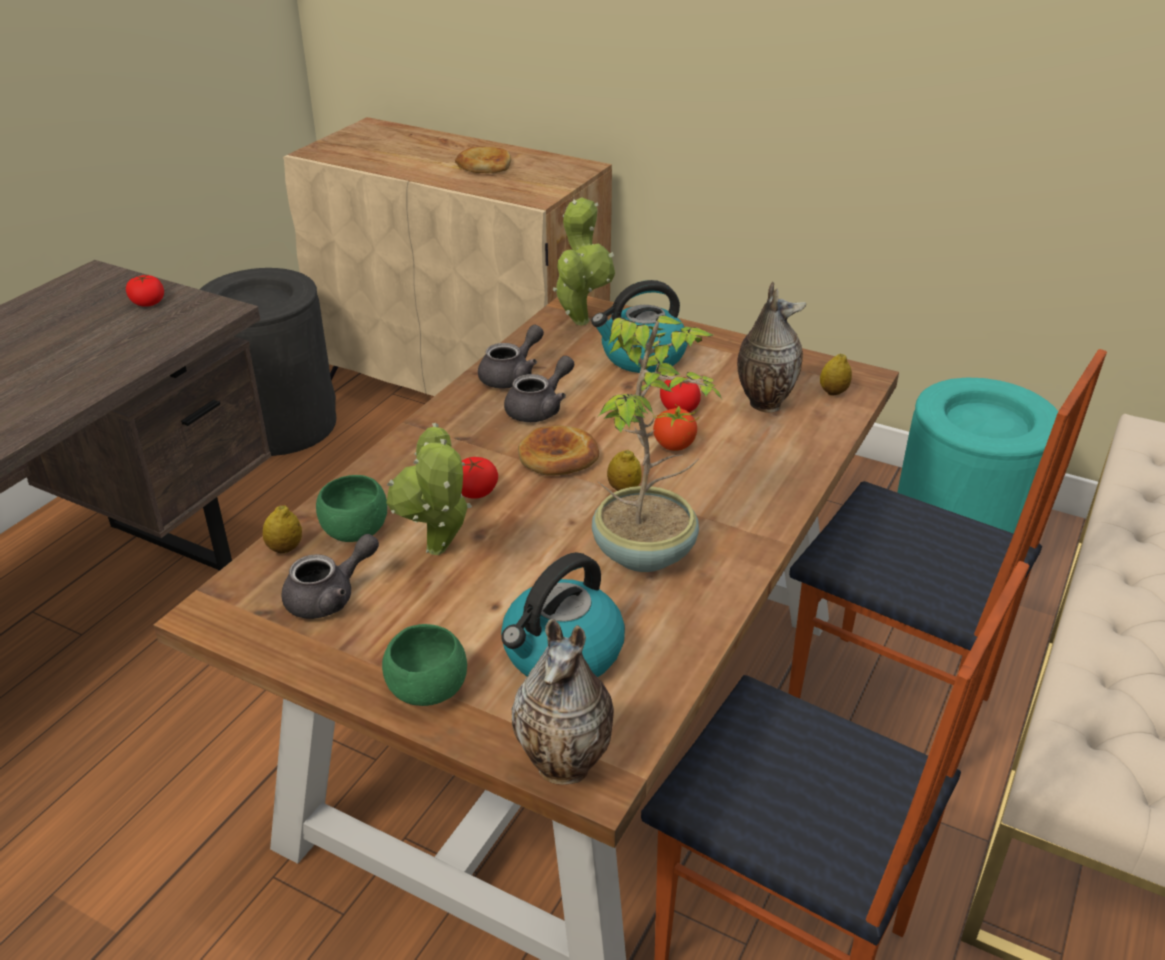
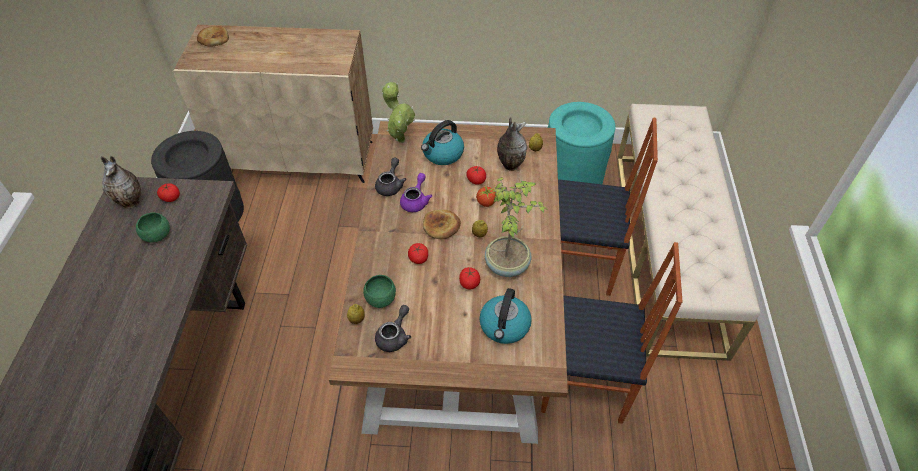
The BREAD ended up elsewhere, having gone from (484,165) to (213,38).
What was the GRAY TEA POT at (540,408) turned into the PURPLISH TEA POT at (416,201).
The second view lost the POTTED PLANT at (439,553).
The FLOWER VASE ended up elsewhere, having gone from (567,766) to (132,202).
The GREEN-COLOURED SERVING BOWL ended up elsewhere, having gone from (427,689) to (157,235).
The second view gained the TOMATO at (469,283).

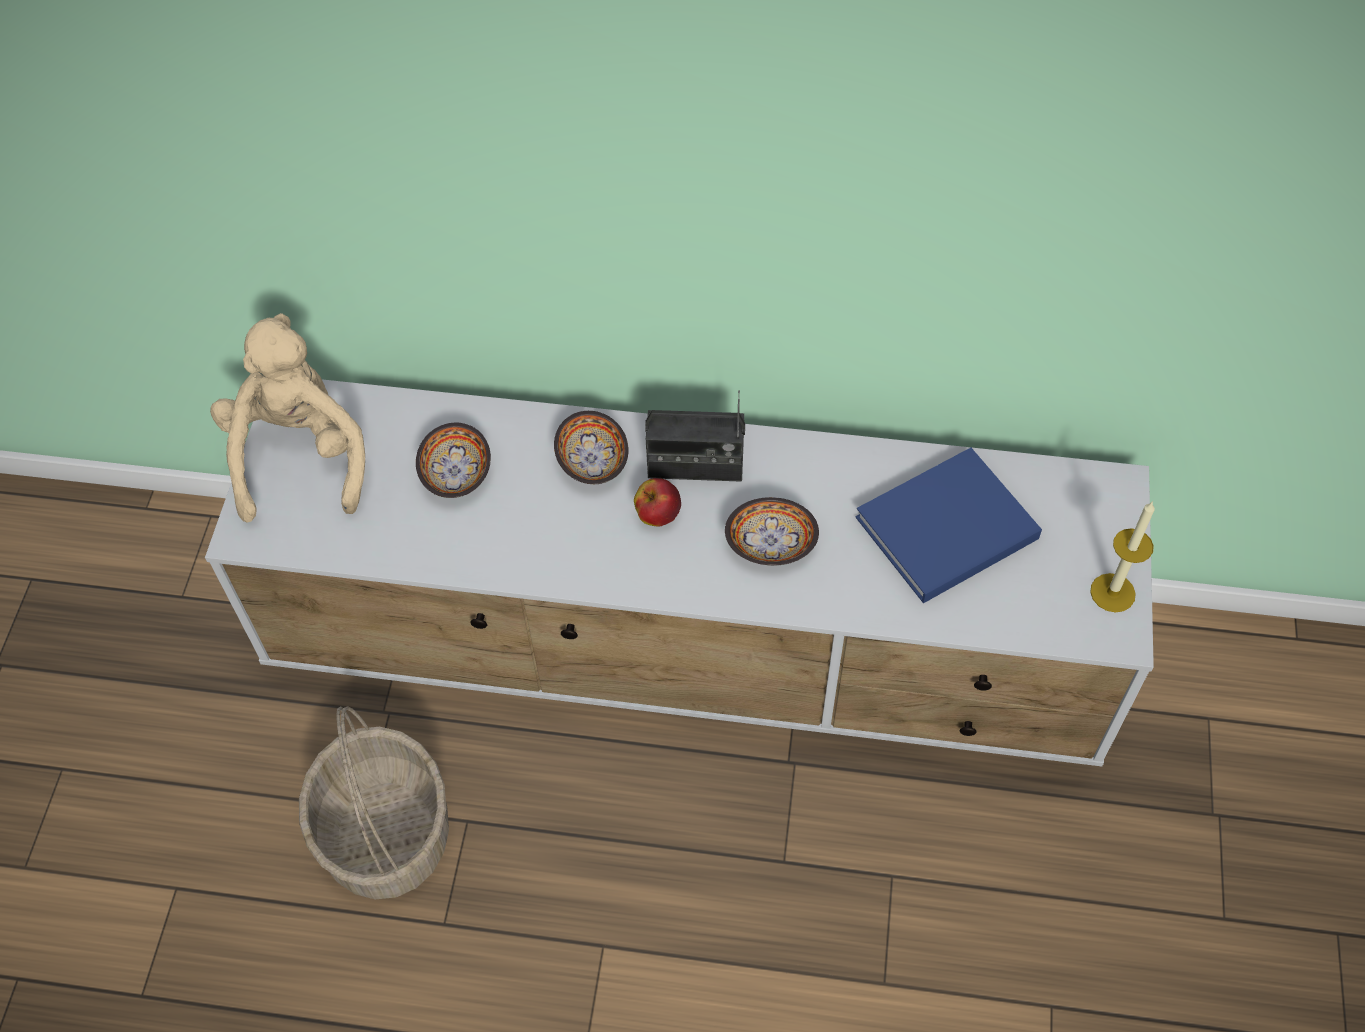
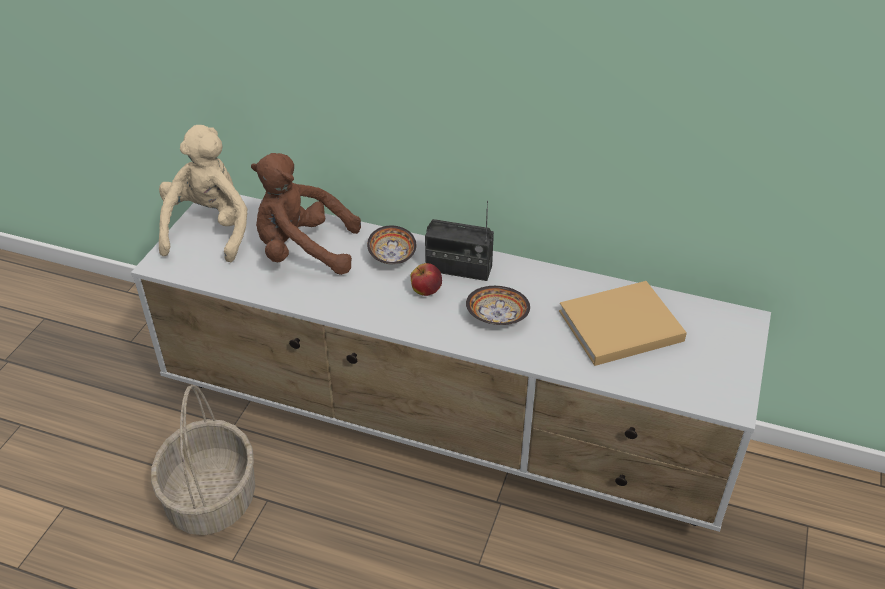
Where the SERVING BOWL stood at (456,473), the BROWNISH SOFT TOY came to stand at (303,251).
What was the BLUE-COLOURED BOUND BOOK at (942,530) turned into the SAND-COLOURED BOUND BOOK at (617,326).
The second view lost the CANDLE at (1112,592).

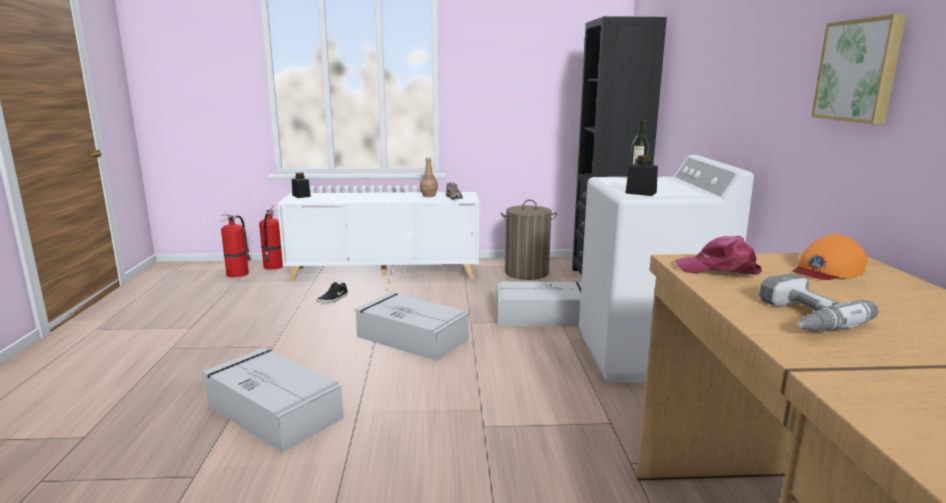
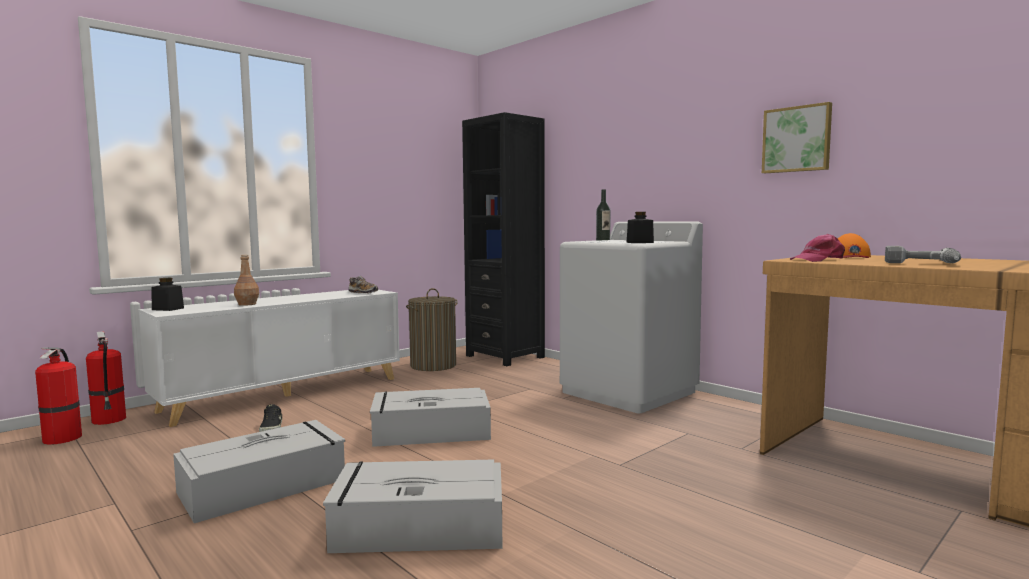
The BROWNISH BEVERAGE BOTTLE ended up elsewhere, having gone from (429,195) to (247,304).
The GRAY STORAGE CONTAINER ended up elsewhere, having gone from (543,316) to (265,485).

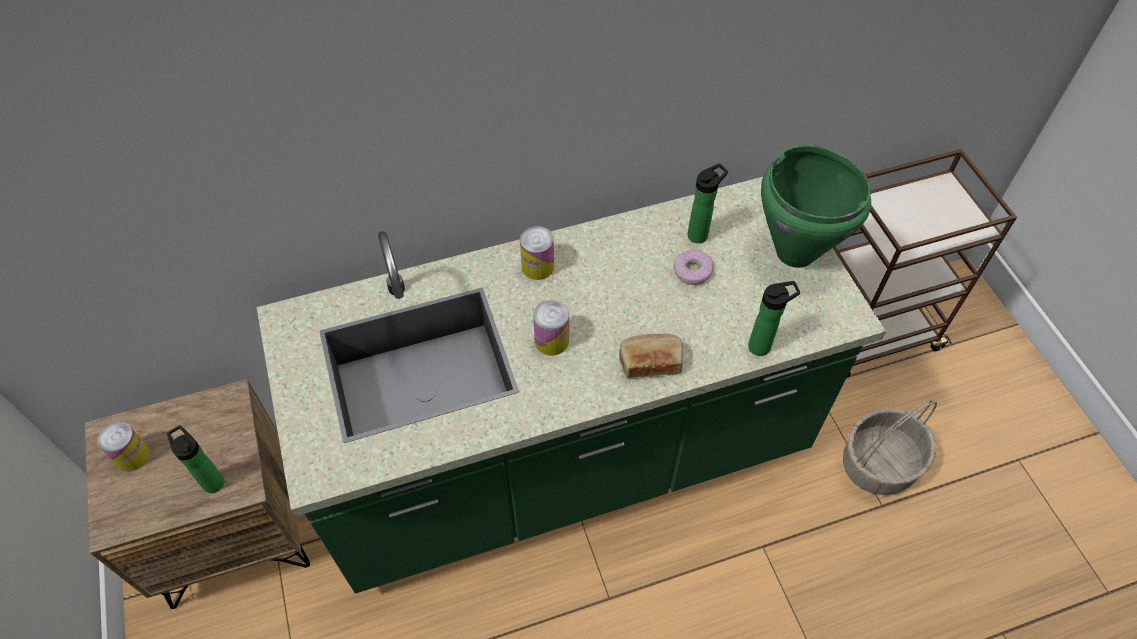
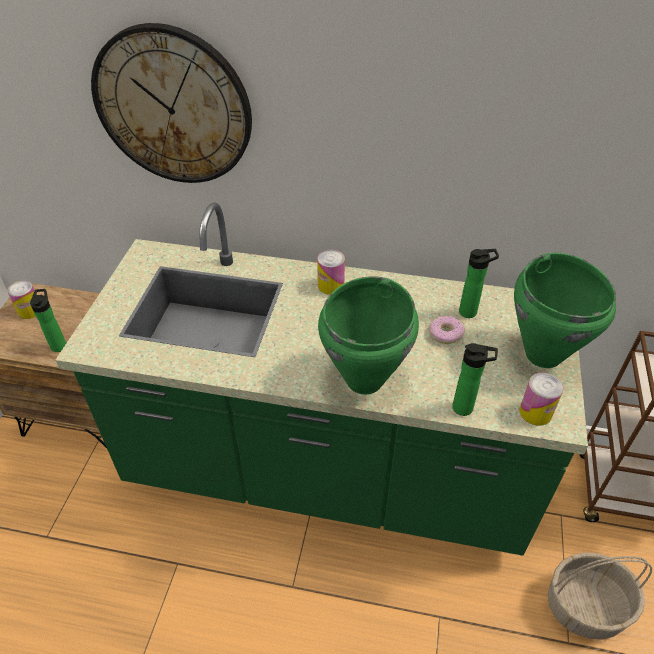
The SEALED CAN ended up elsewhere, having gone from (551,340) to (535,412).
Where the BREAD stood at (650,362), the GREEN-COLOURED SAUCEPOT came to stand at (365,380).
The second view gained the WALL CLOCK at (173,107).

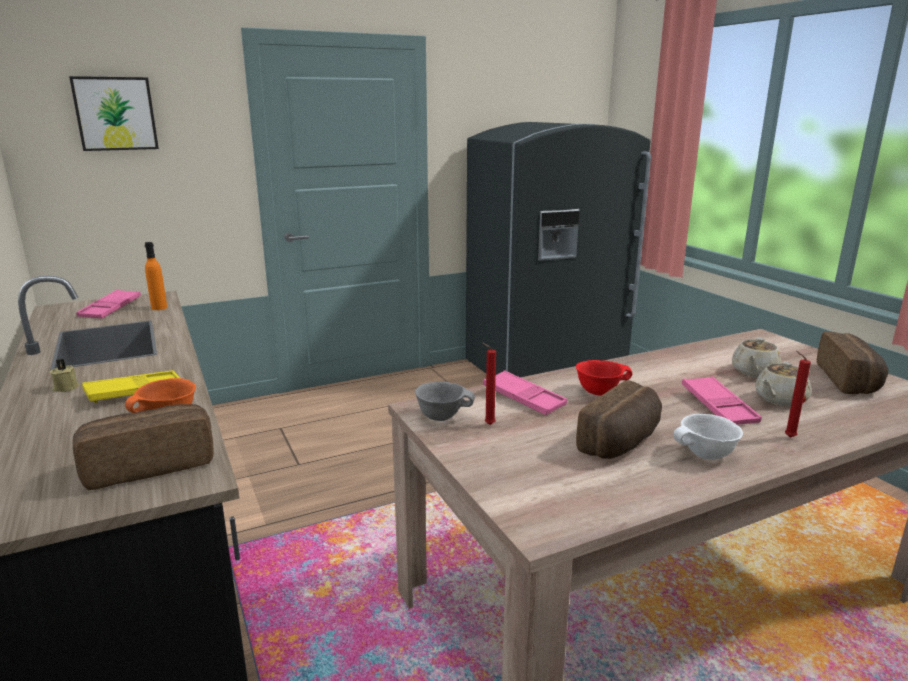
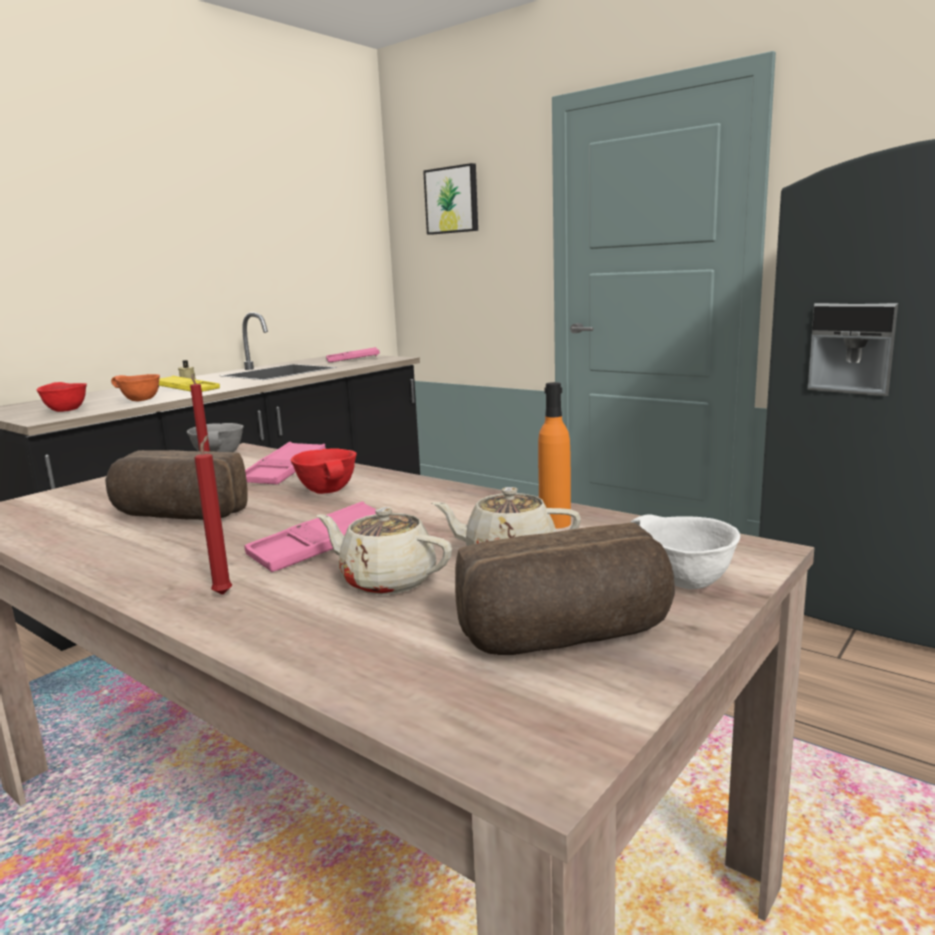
The ORANGE-COLOURED BEVERAGE BOTTLE ended up elsewhere, having gone from (159,308) to (555,523).
Where the BREAD stood at (150,465), the REDDISH SERVING BOWL came to stand at (65,411).
The WHITISH SERVING BOWL ended up elsewhere, having gone from (705,455) to (683,582).

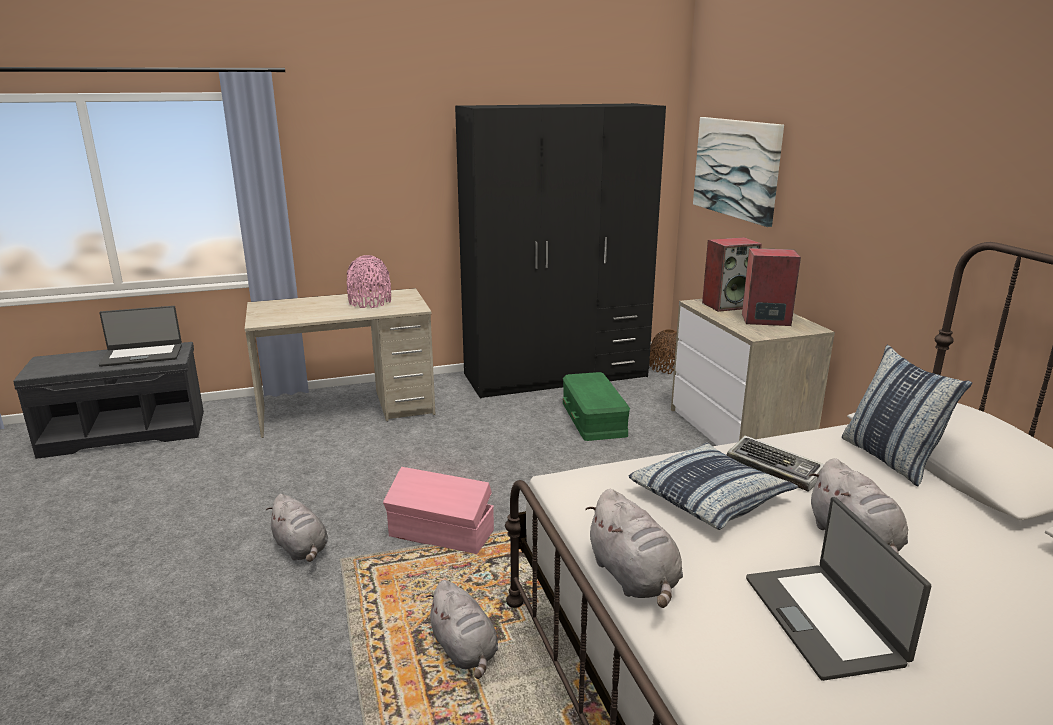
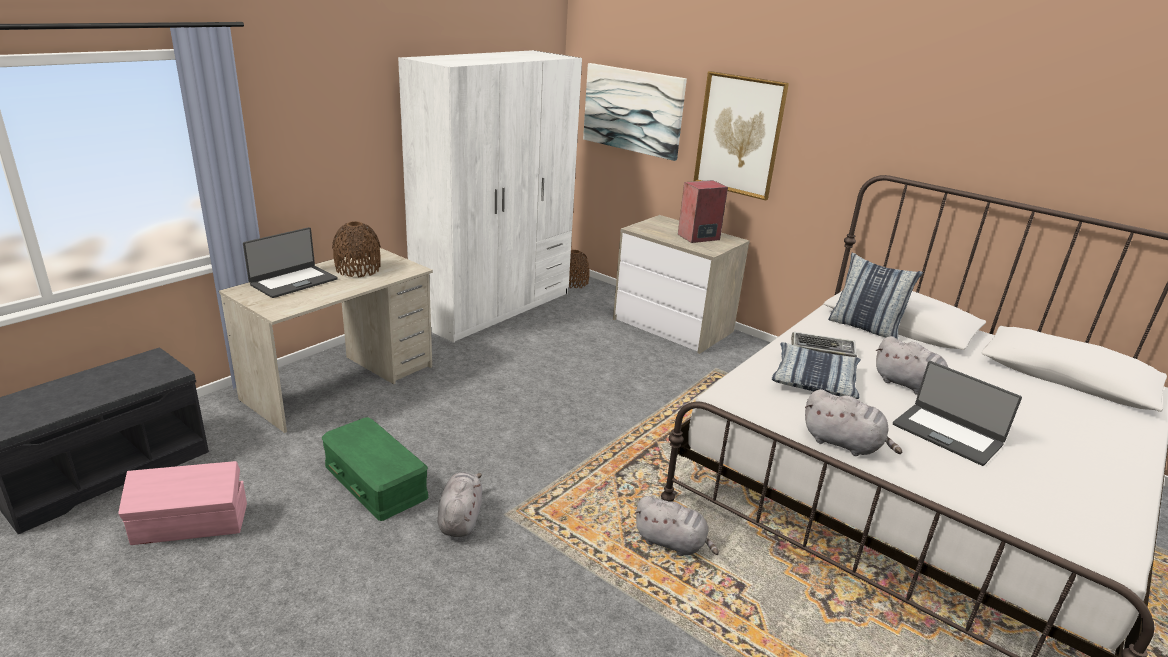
What was the BLACKISH ARMOIRE at (556,375) turned into the WHITISH ARMOIRE at (494,307).
The second view lost the SPEAKER at (728,305).
What was the PINKISH FLOWER VASE at (370,302) turned into the BROWNISH FLOWER VASE at (358,269).
The PORTABLE COMPUTER ended up elsewhere, having gone from (142,355) to (293,282).
The GREEN-COLOURED STORAGE CONTAINER ended up elsewhere, having gone from (594,418) to (376,480).
The PINKISH STORAGE CONTAINER ended up elsewhere, having gone from (441,534) to (191,524).
The GRAY SOFT TOY at (301,549) ended up facing another way, 105 degrees counterclockwise from before.
The second view gained the WALL PICTURE at (739,135).

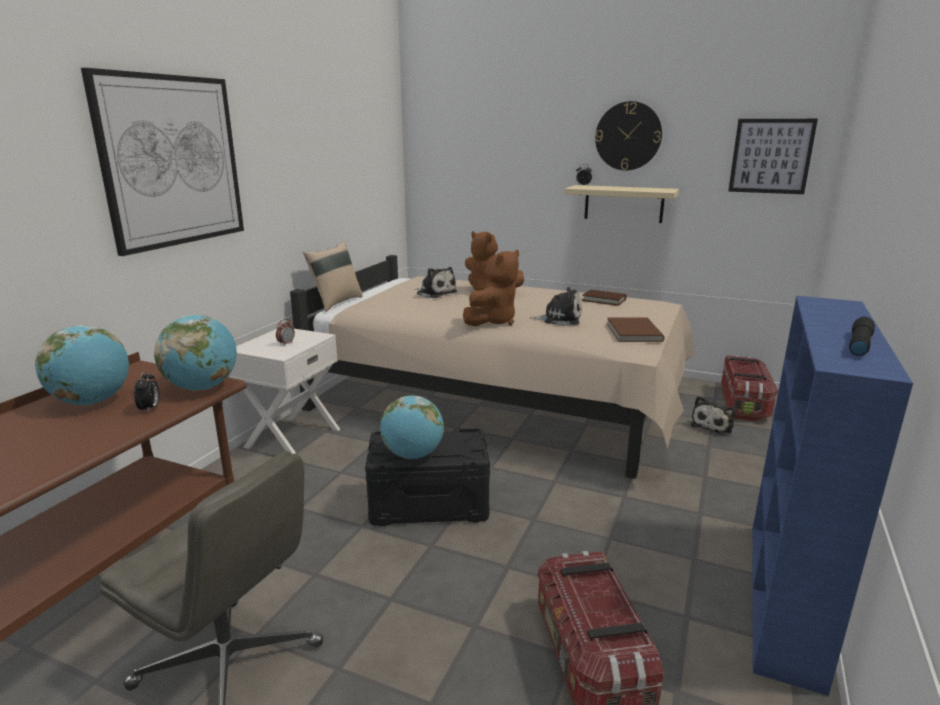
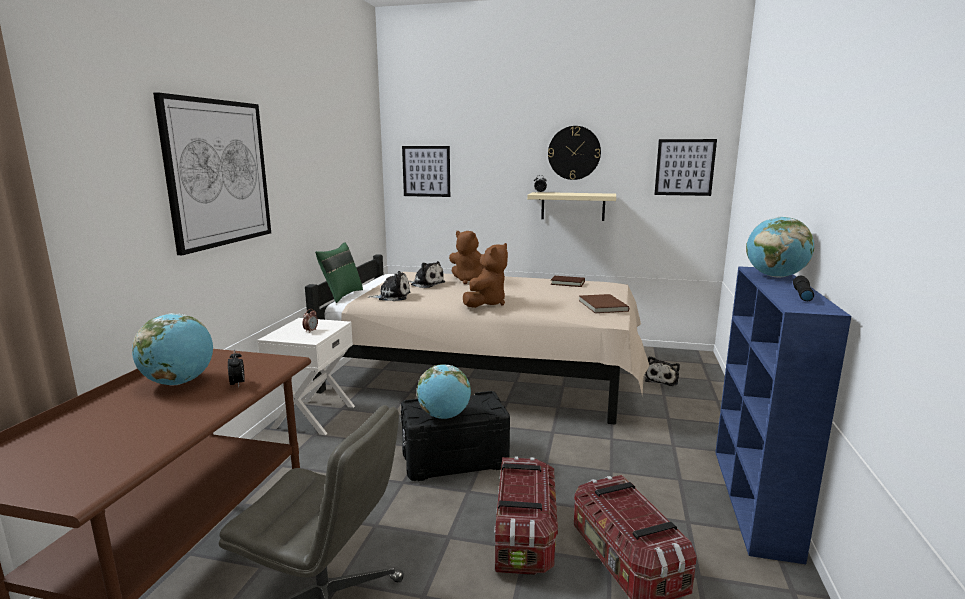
What was the SAND-COLOURED PILLOW at (336,302) turned into the GREEN-COLOURED PILLOW at (341,295).
The SOFT TOY ended up elsewhere, having gone from (559,319) to (392,296).
The WORLD GLOBE ended up elsewhere, having gone from (202,387) to (775,276).
The STORAGE CONTAINER ended up elsewhere, having gone from (743,404) to (524,535).
The second view gained the WALL PICTURE at (426,171).

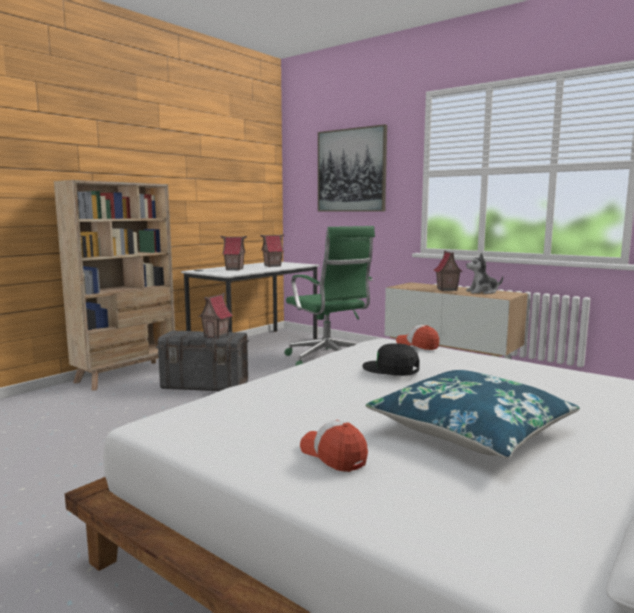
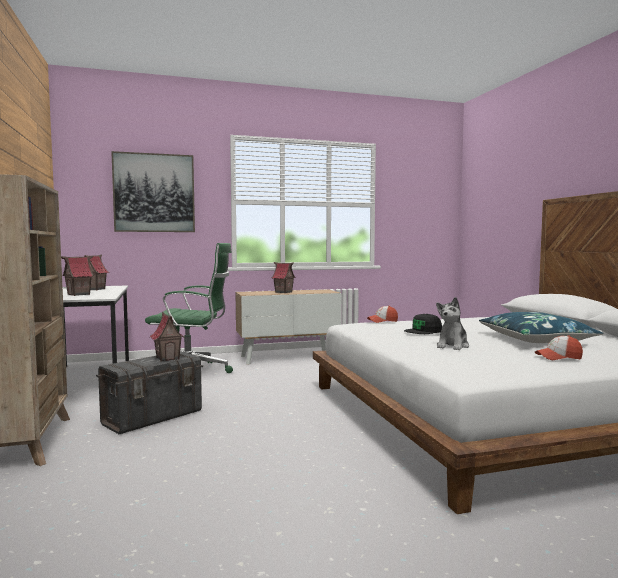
The SOFT TOY ended up elsewhere, having gone from (482,292) to (452,346).

